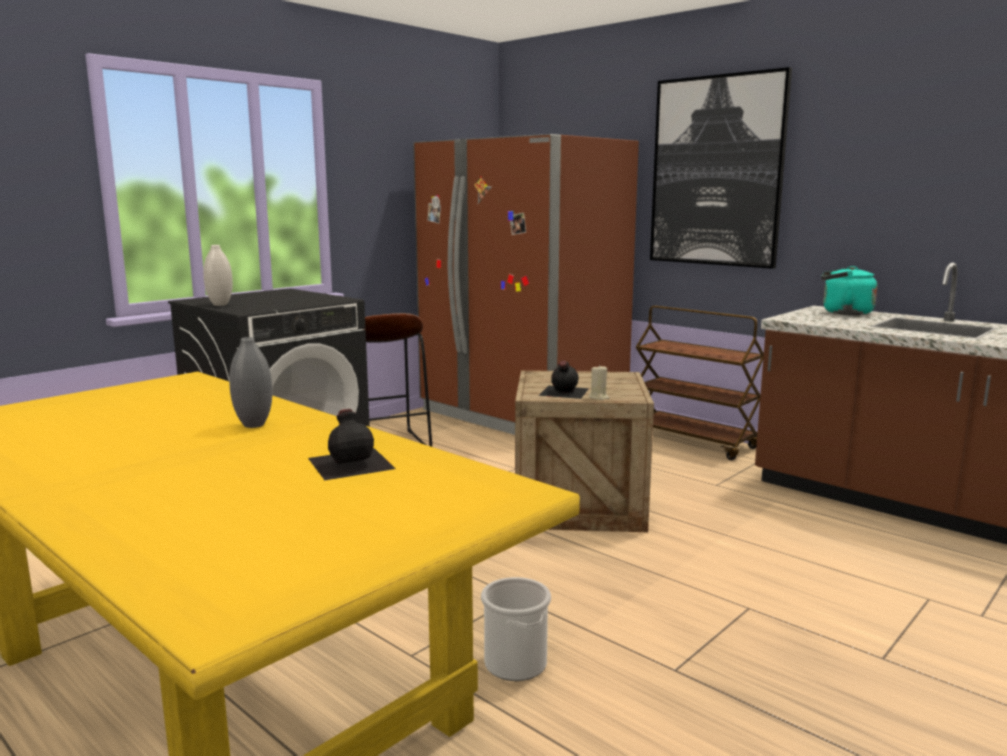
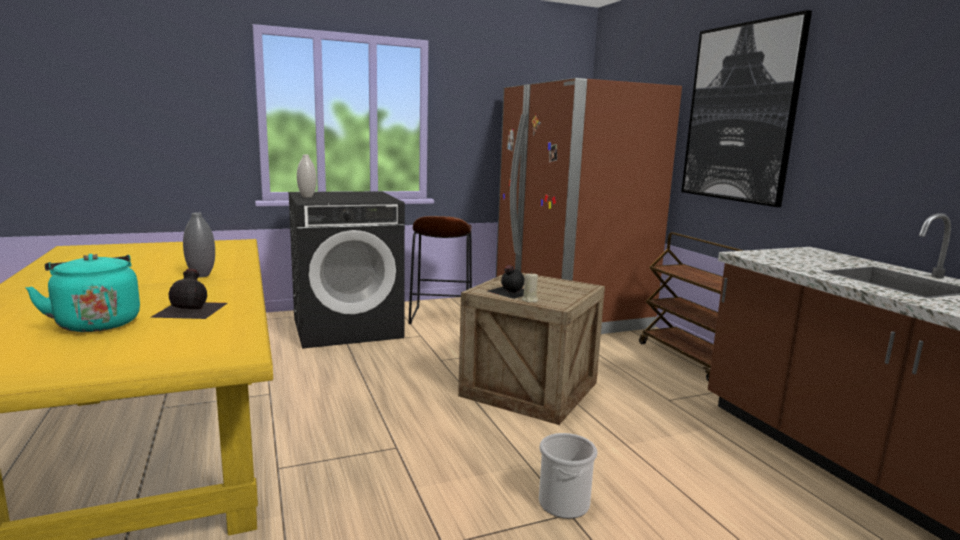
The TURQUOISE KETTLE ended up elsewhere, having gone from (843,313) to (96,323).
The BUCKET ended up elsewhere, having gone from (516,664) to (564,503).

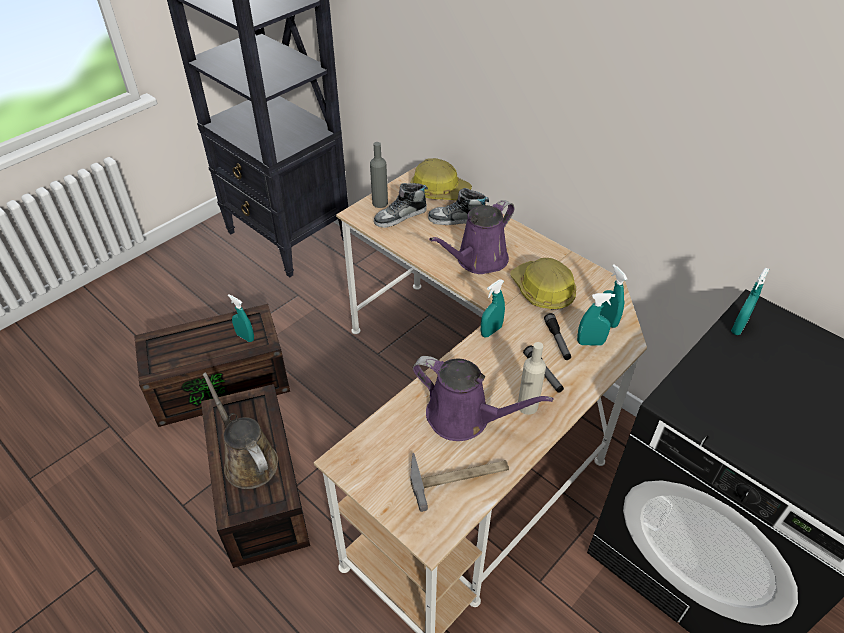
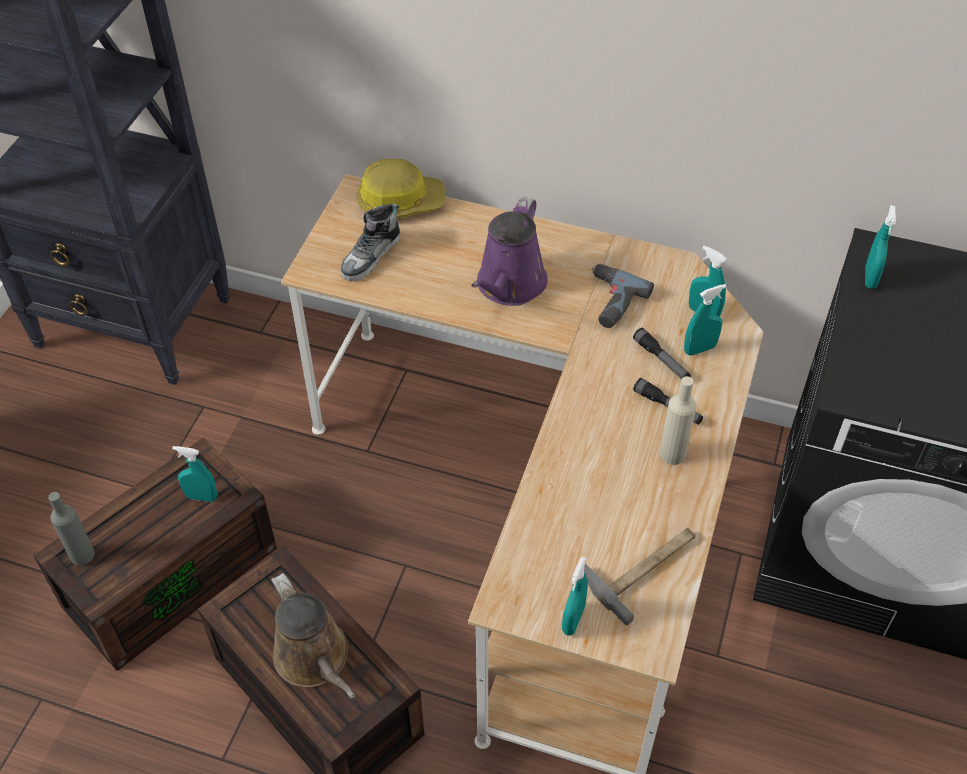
The GRAY BEVERAGE BOTTLE ended up elsewhere, having gone from (380,203) to (82,555).
The second view lost the ITEM OF FOOTWEAR at (457,219).
Where the HARD HAT stood at (542,291), the POWER DRILL came to stand at (609,301).
The TURQUOISE HAND SPRAYER ended up elsewhere, having gone from (491,331) to (573,620).
The second view lost the PURPLISH SPRINKLING CAN at (464,417).
The BROWNISH SPRINKLING CAN at (248,460) ended up facing another way, 150 degrees counterclockwise from before.

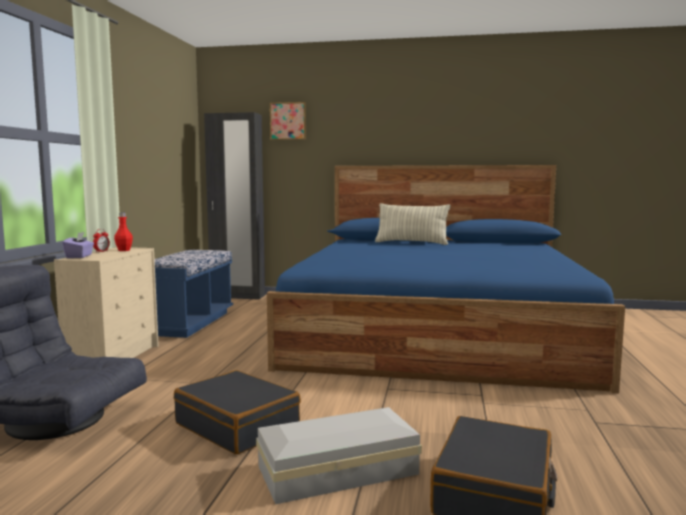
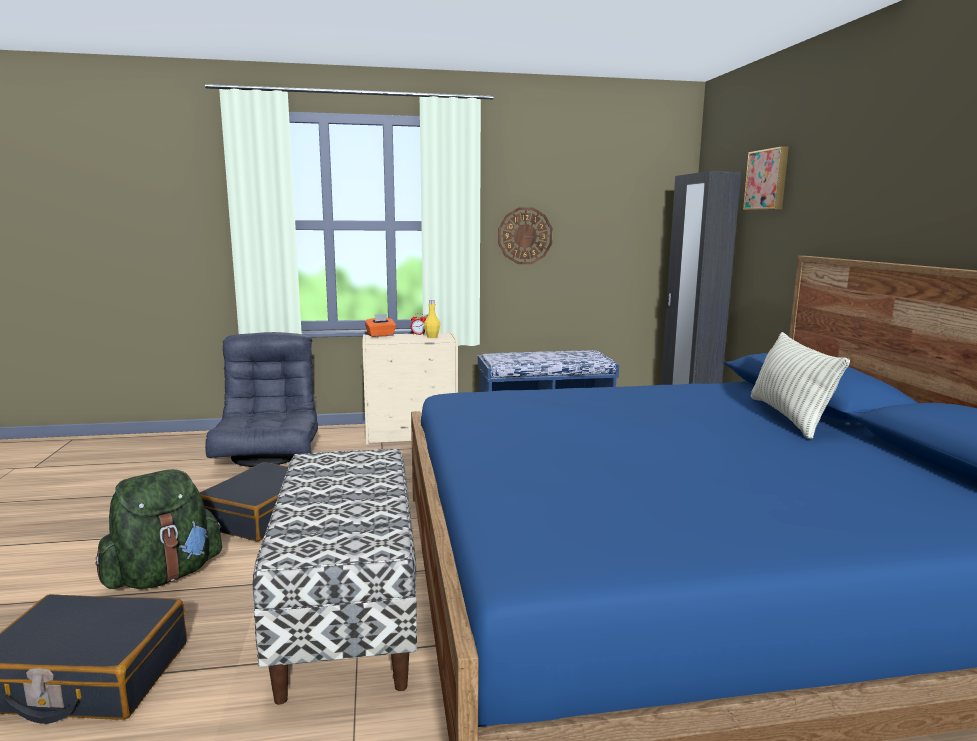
What was the REDDISH BEVERAGE BOTTLE at (124,250) turned into the YELLOW-COLOURED BEVERAGE BOTTLE at (432,337).
What was the PURPLISH TISSUE BOX at (79,256) turned into the ORANGE-COLOURED TISSUE BOX at (380,335).
Where the WHITISH STORAGE CONTAINER stood at (334,469), the GREEN-COLOURED BACKPACK came to stand at (164,576).
The second view gained the WALL CLOCK at (525,236).
The second view gained the LONG SEAT at (348,611).

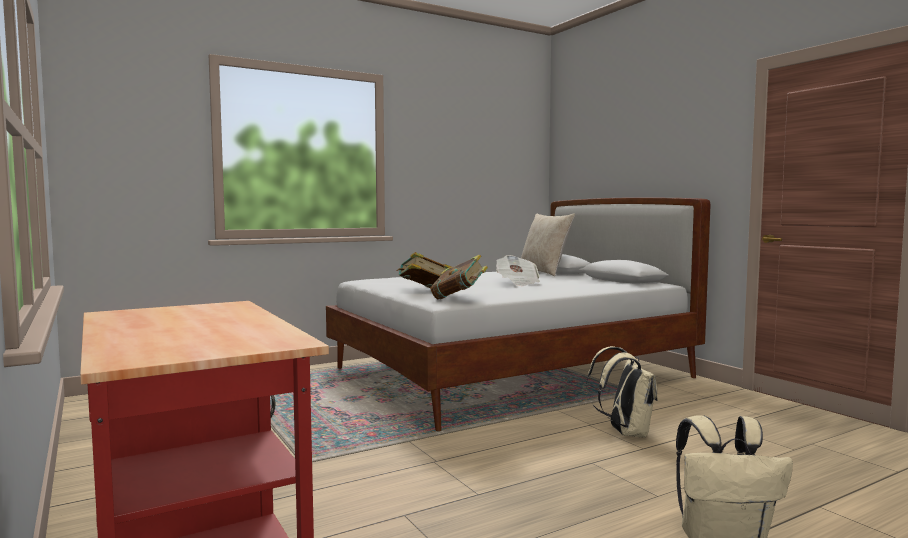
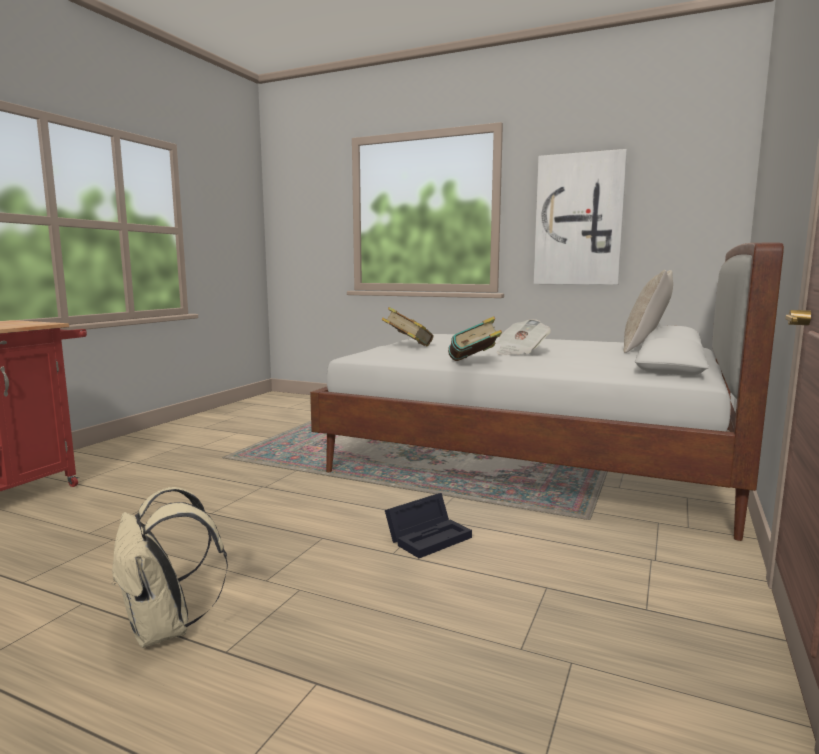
The BOUND BOOK ended up elsewhere, having gone from (459,298) to (474,363).
Where the SAND-COLOURED BACKPACK stood at (625,432), the BLACKISH STORAGE CONTAINER came to stand at (429,537).
The second view gained the WALL PICTURE at (578,220).

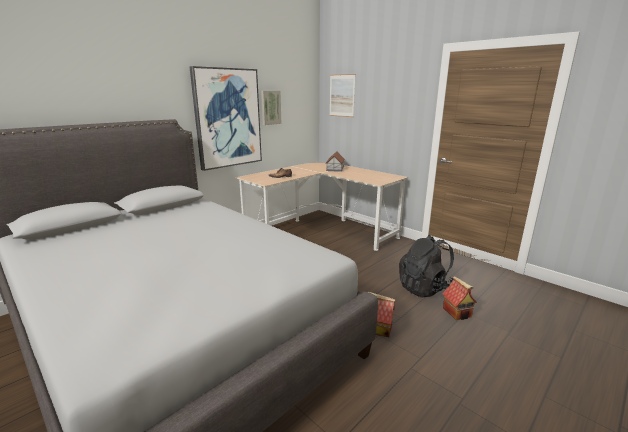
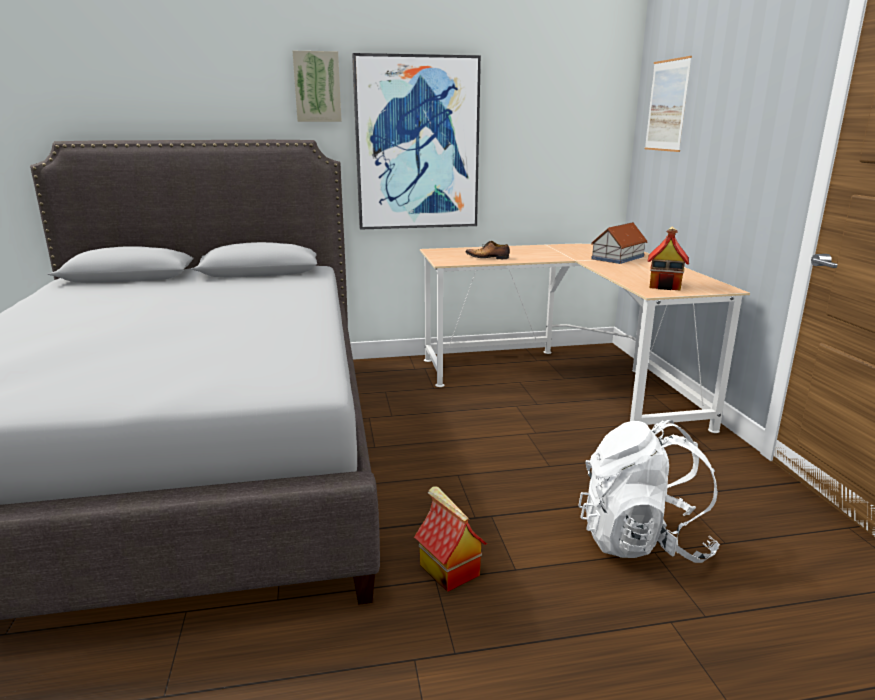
The WALL PICTURE ended up elsewhere, having gone from (270,107) to (317,87).
What was the BLACKISH BACKPACK at (425,288) turned into the WHITISH BACKPACK at (642,541).
The TOY HOUSE ended up elsewhere, having gone from (457,312) to (665,285).

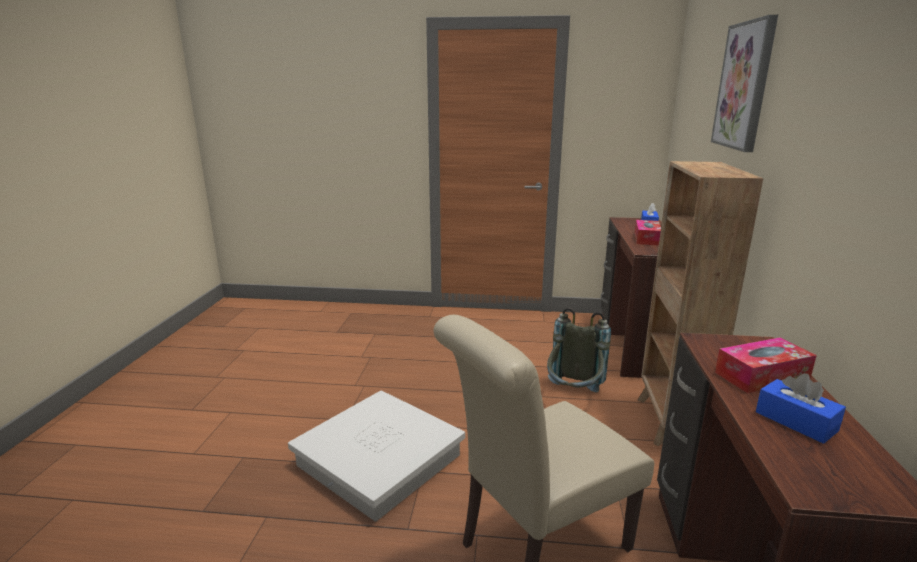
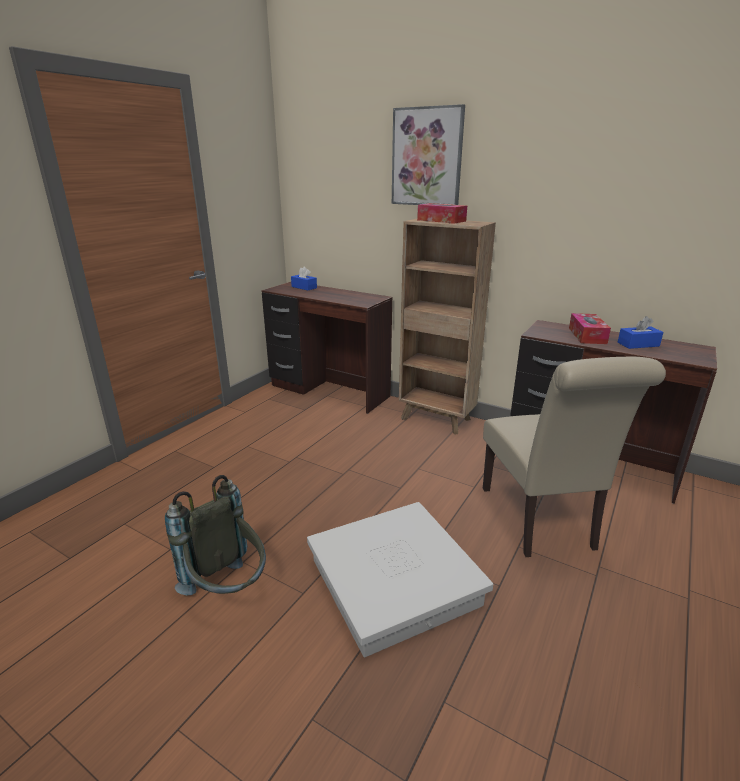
The TISSUE BOX ended up elsewhere, having gone from (647,239) to (441,220).
The GRAY BACKPACK ended up elsewhere, having gone from (573,396) to (228,591).

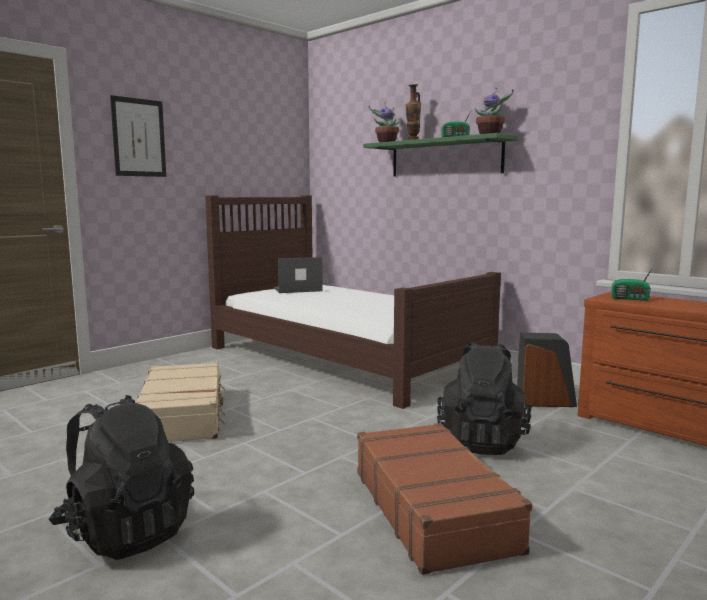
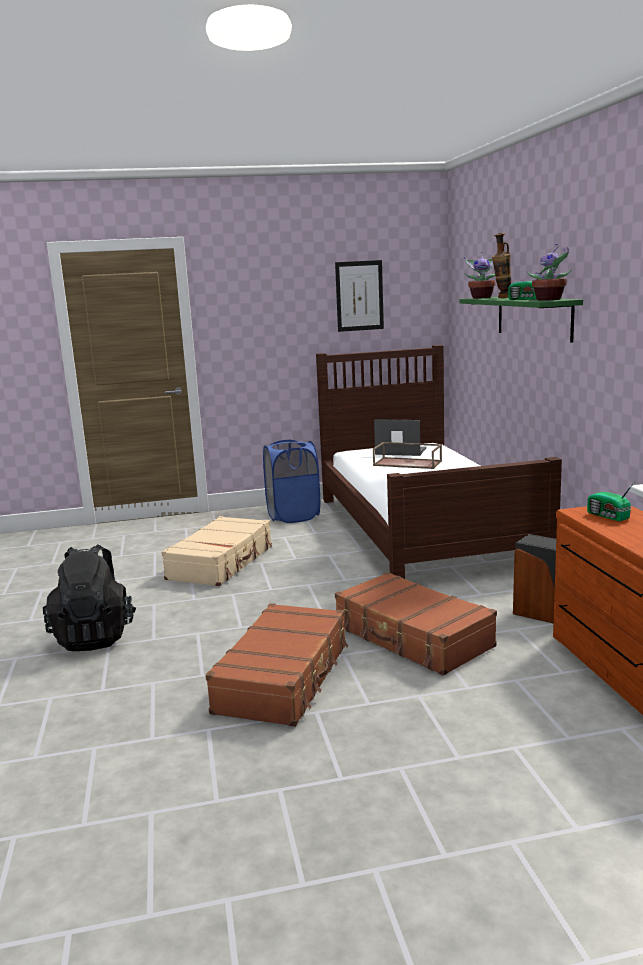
The WALL PICTURE ended up elsewhere, having gone from (139,137) to (359,296).
Where the BLACKISH BACKPACK stood at (482,441), the BROWNISH PIECE OF LUGGAGE came to stand at (412,637).
The second view gained the BLUE-COLOURED HAMPER at (293,516).
The second view gained the BROWNISH TRAY at (408,463).

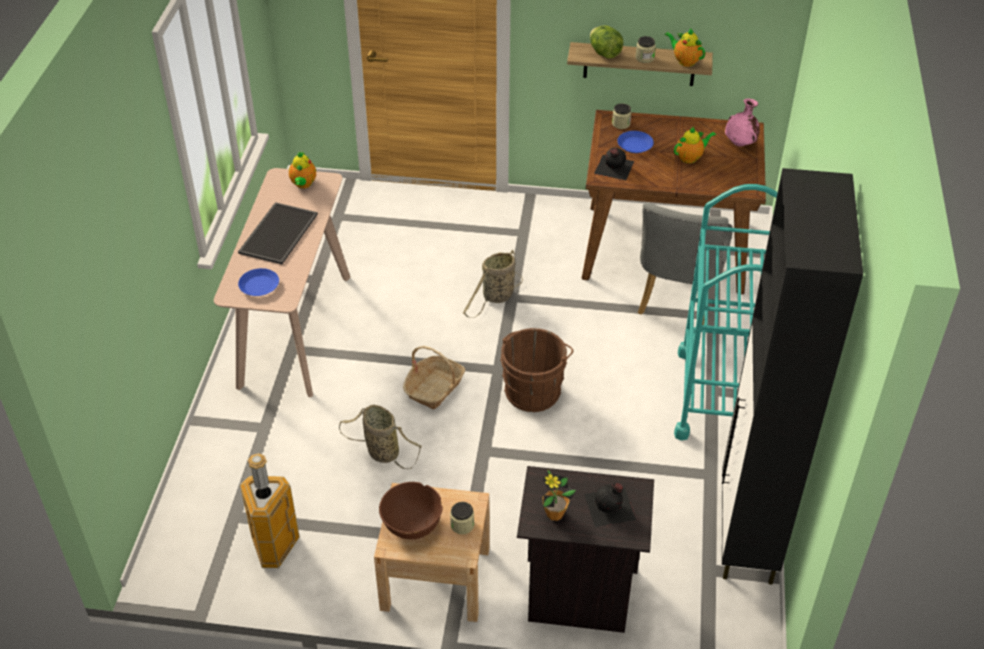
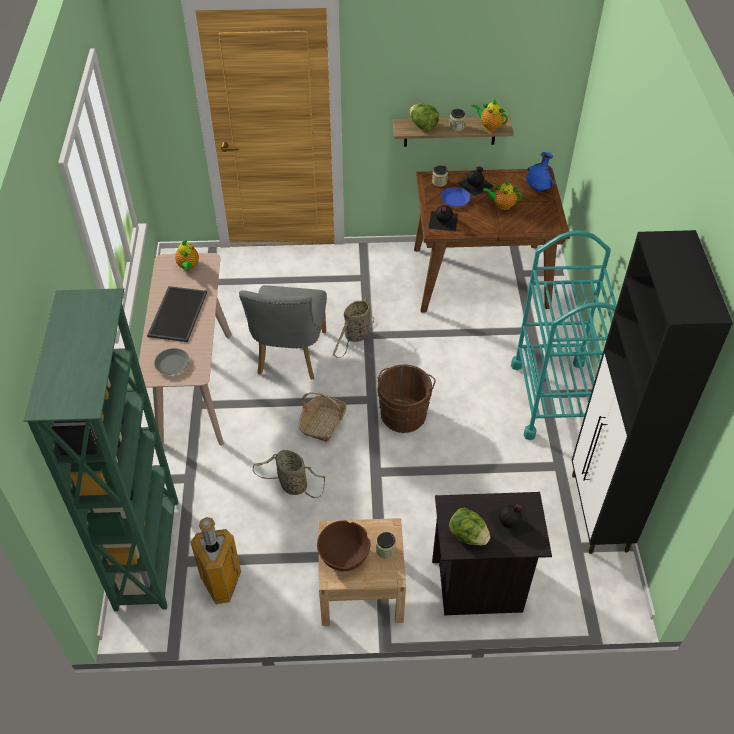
What was the PINKISH FLOWER VASE at (740,144) turned into the BLUE-COLOURED FLOWER VASE at (538,189).
The TEA POT at (690,157) ended up facing another way, 135 degrees counterclockwise from before.
The GRAY CHAIR ended up elsewhere, having gone from (676,300) to (289,357).
What was the BLUE-COLOURED DINNER PLATE at (259,285) turned into the GRAY DINNER PLATE at (172,364).
Where the POTTED PLANT stood at (554,514), the LETTUCE came to stand at (467,535).
The second view gained the BLACKISH BEVERAGE BOTTLE at (476,184).
The second view gained the GREEN-COLOURED BOOKCASE at (149,552).

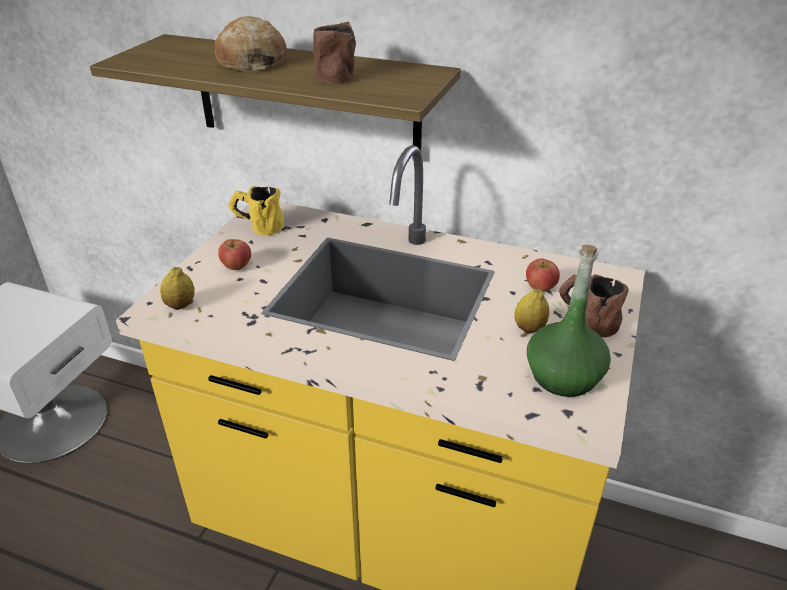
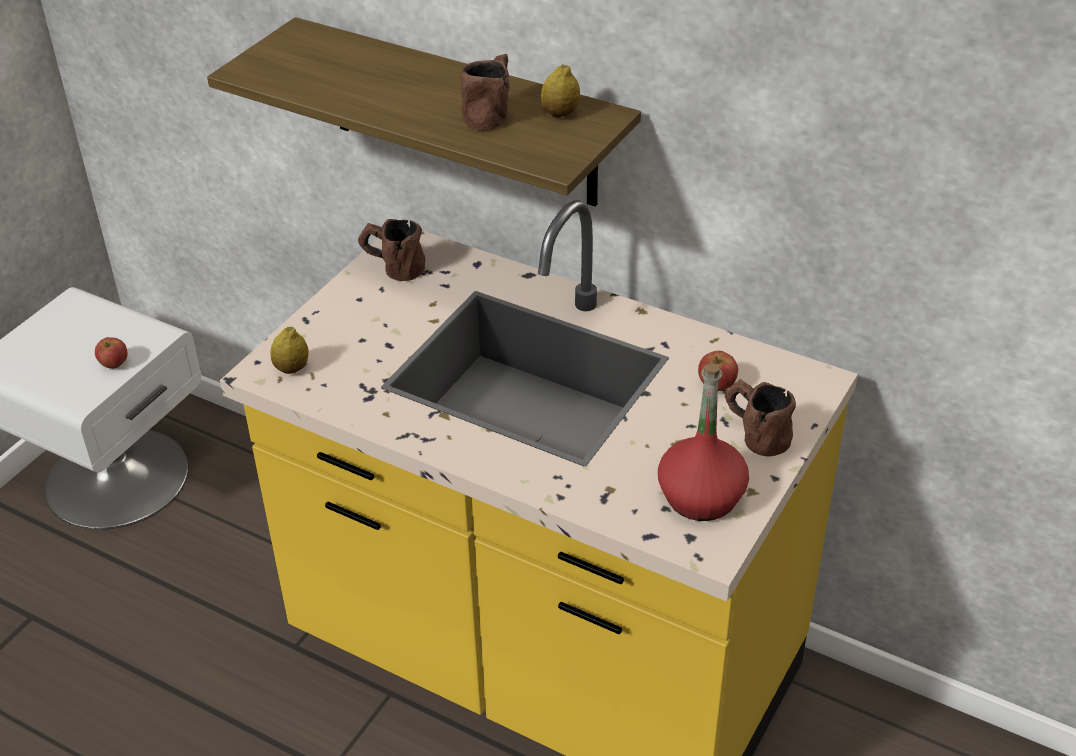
The second view lost the BREAD at (251,62).
What was the YELLOW-COLOURED COFFEE MUG at (257,227) turned into the BROWNISH COFFEE MUG at (392,268).
The APPLE FRUIT ended up elsewhere, having gone from (236,266) to (114,364).
What was the GREEN-COLOURED BEVERAGE BOTTLE at (563,376) turned into the REDDISH BEVERAGE BOTTLE at (701,497).
The CITRUS FRUIT ended up elsewhere, having gone from (529,328) to (560,114).

